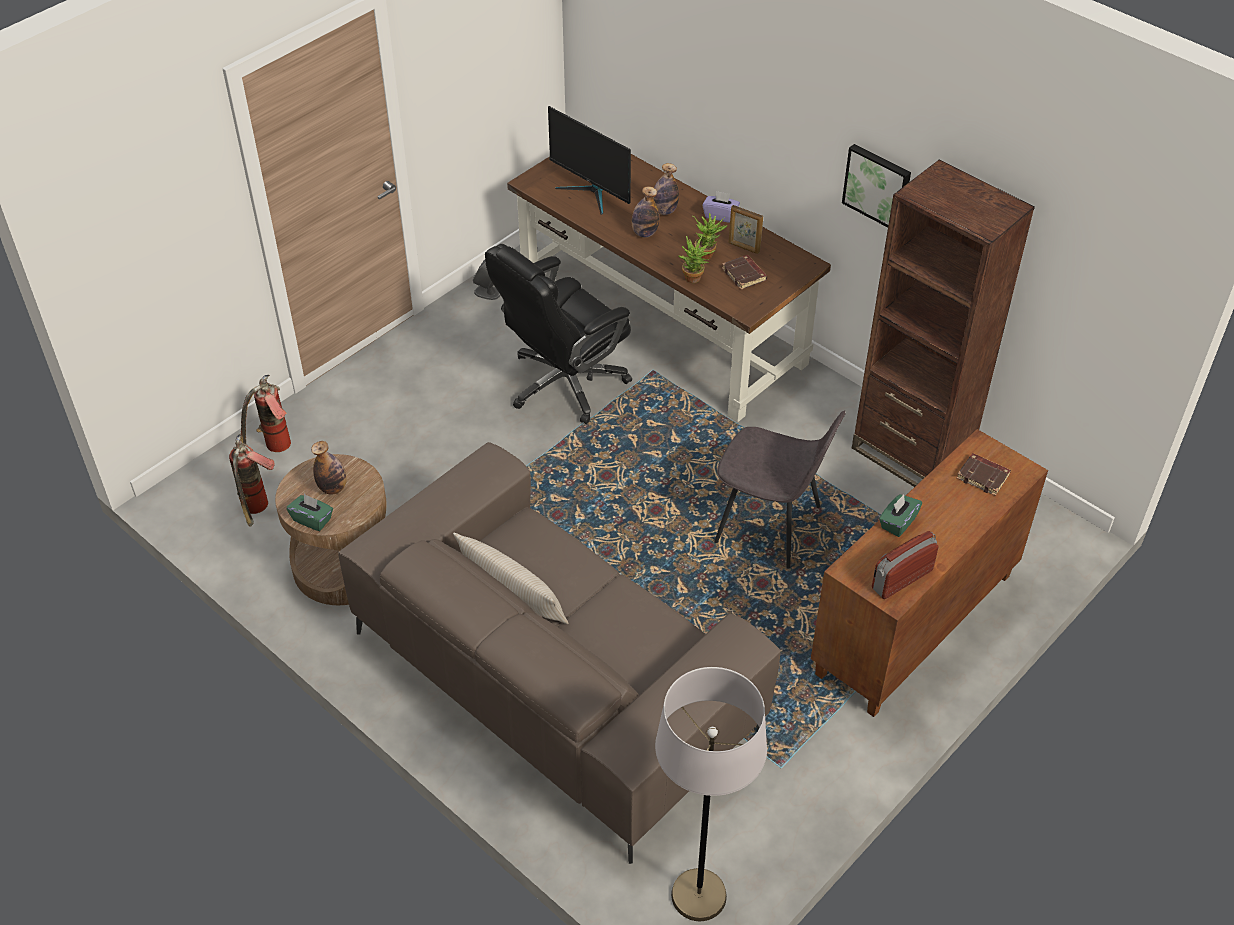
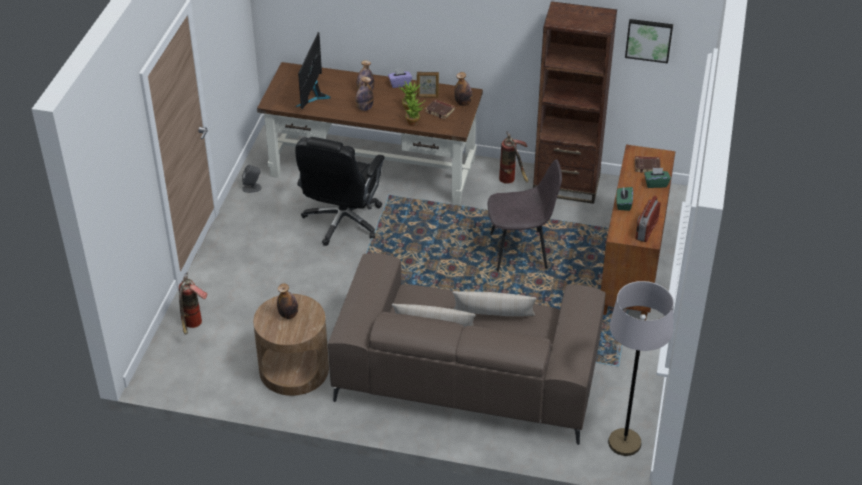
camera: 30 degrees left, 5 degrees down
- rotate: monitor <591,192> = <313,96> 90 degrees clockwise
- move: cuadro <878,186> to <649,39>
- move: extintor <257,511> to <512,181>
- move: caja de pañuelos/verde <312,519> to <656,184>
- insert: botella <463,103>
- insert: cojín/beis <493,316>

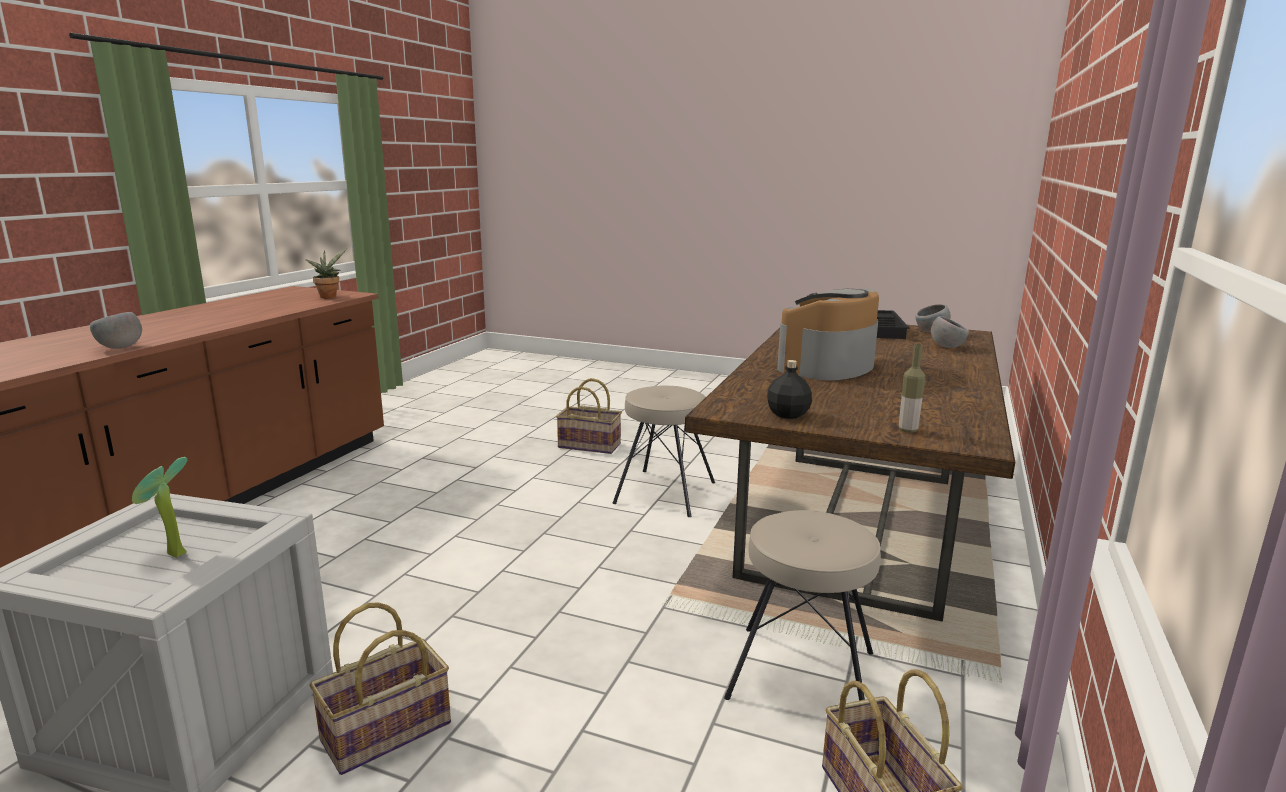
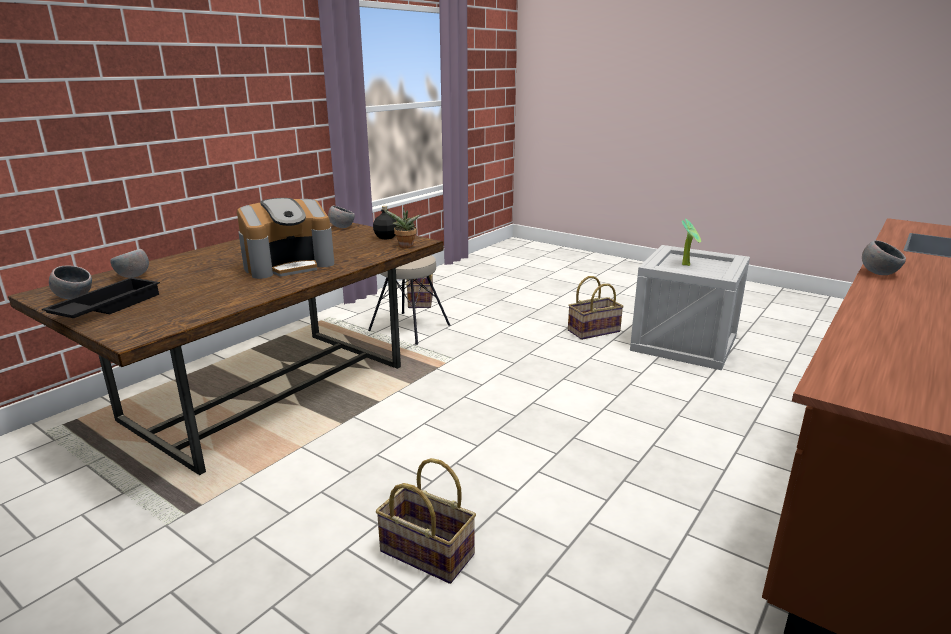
camera: 165 degrees left, 5 degrees up
- move: planta en maceta <329,296> to <405,246>
- replace: botella <907,430> to cuenco/gris <342,227>
- delete: taburete/beis <664,492>

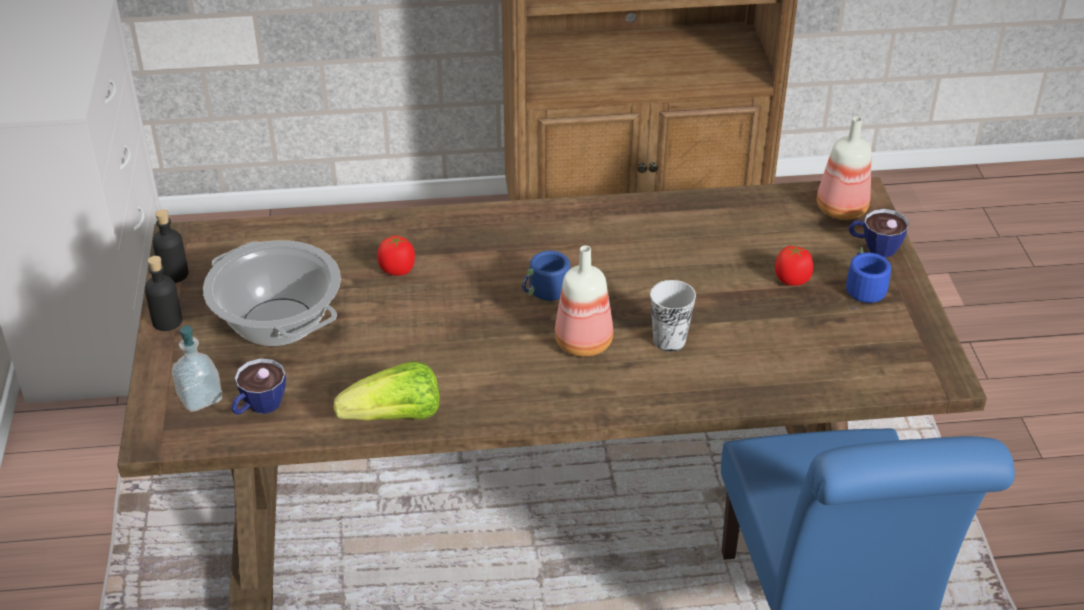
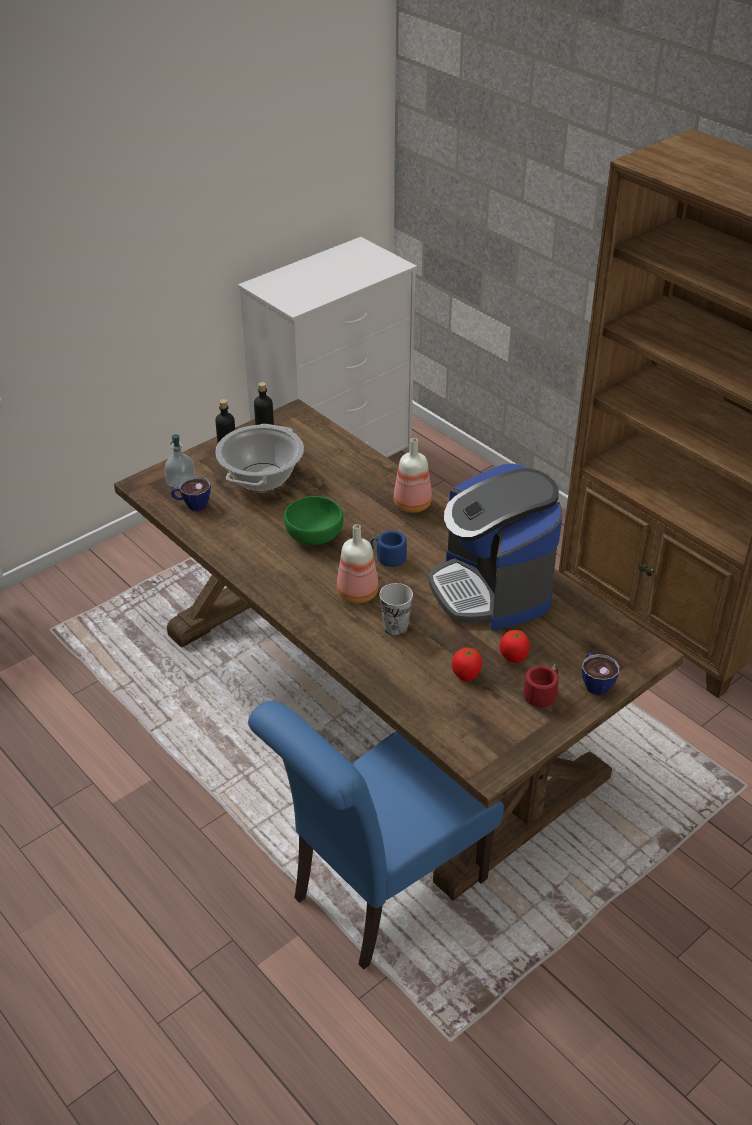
camera: 55 degrees right, 0 degrees up
- move: botella <840,209> to <411,504>
- move: tomate <397,270> to <466,675>
- recolor: taza grande/azul <861,289> to taza grande/rojo <540,693>
- delete: lechuga <395,417>
- insert: cafetera <491,589>
- insert: cuenco/verde <313,534>

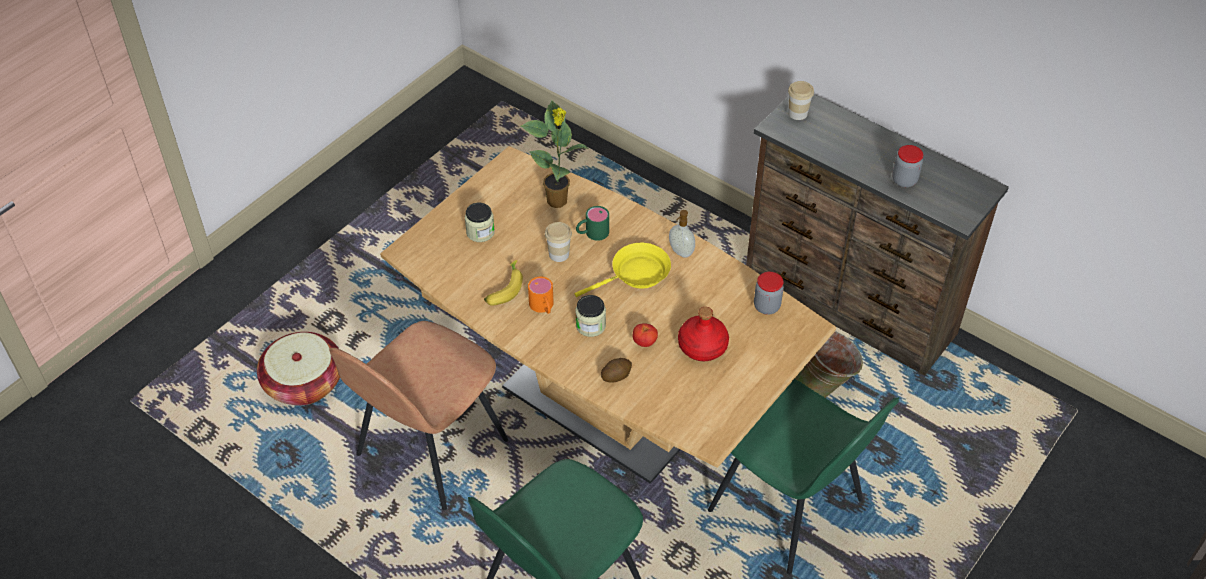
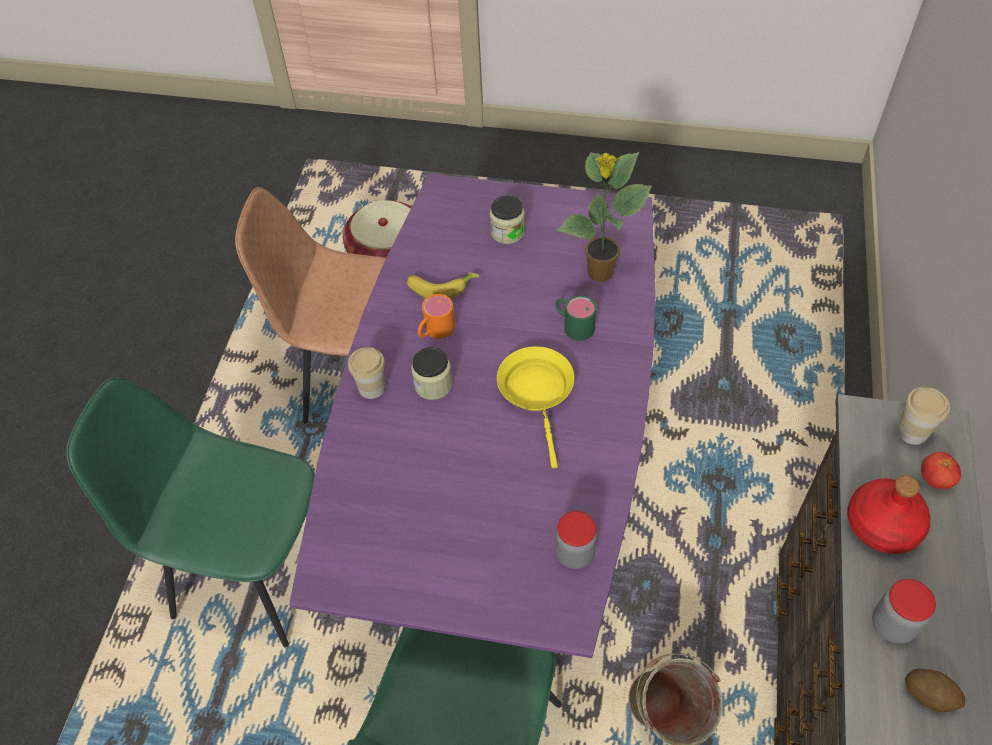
camera: 65 degrees right, 5 degrees up
- recolor: mesa de comedor/marrón <603,405> to mesa de comedor/morado <502,495>
- delete: dispensador de jabón <680,252>
- move: taza <559,254> to <371,387>
- rotate: sartén/amarillo <636,274> = <537,393> 135 degrees counterclockwise
- move: botella/rojo <702,347> to <882,525>
- move: tomate <644,342> to <935,479>
- move: patata <616,375> to <929,695>

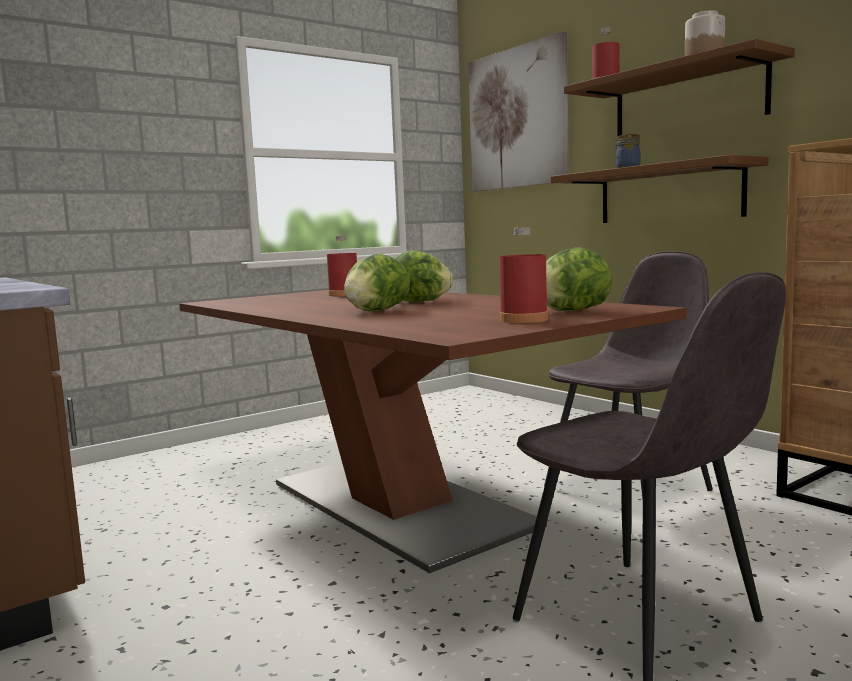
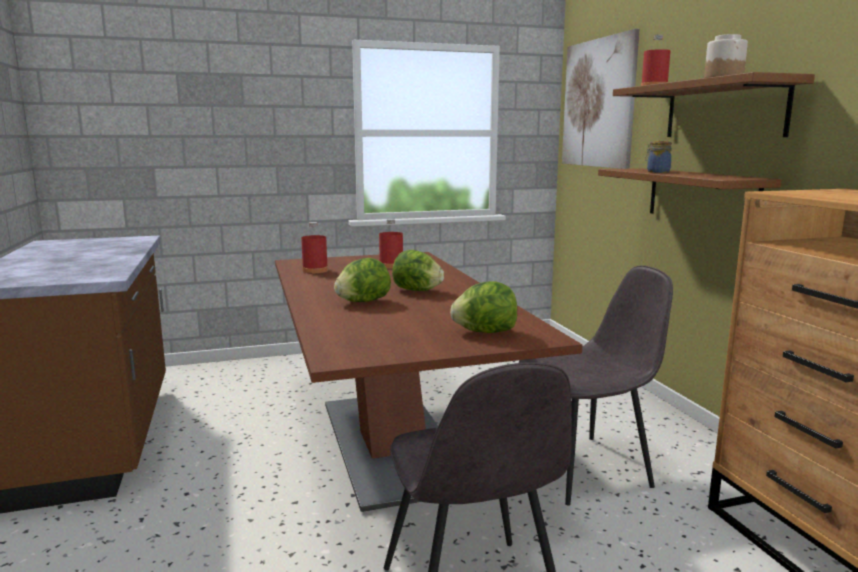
camera: 20 degrees right, 5 degrees up
- move: botella/rojo <523,320> to <315,270>

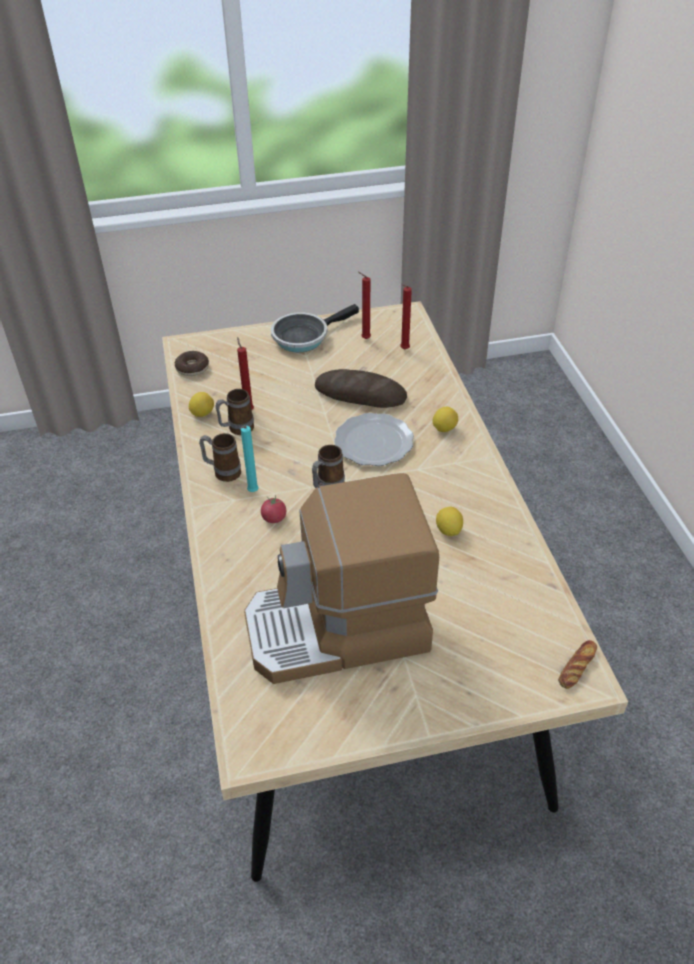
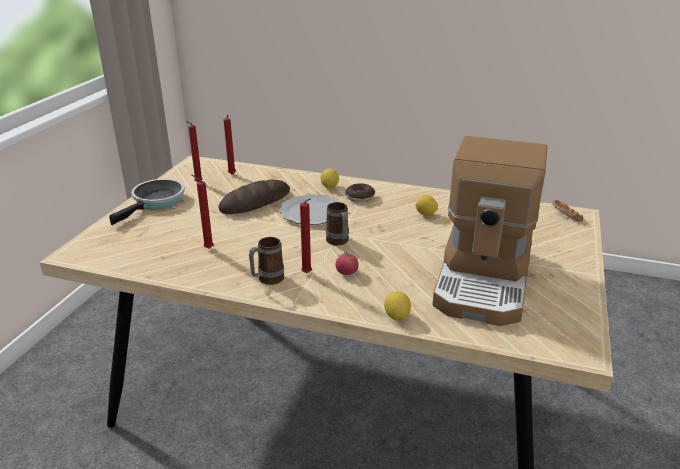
camera: 60 degrees left, 15 degrees down
- rotate: sartén <304,336> = <156,202> 150 degrees counterclockwise
- move: rosquilla <192,368> to <360,197>
- delete: taza grande <236,429>
- move: limón <202,413> to <397,316>
- recolor: vela/turquesa <252,492> to vela/rojo <307,274>

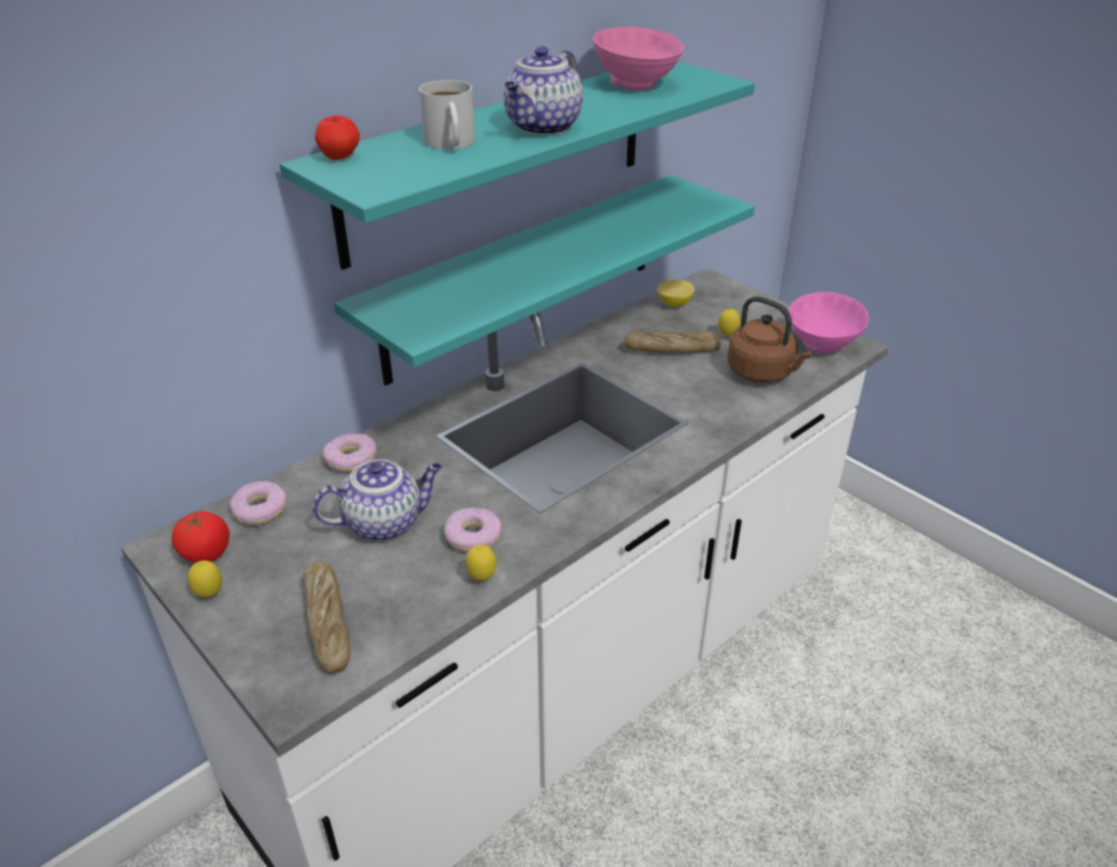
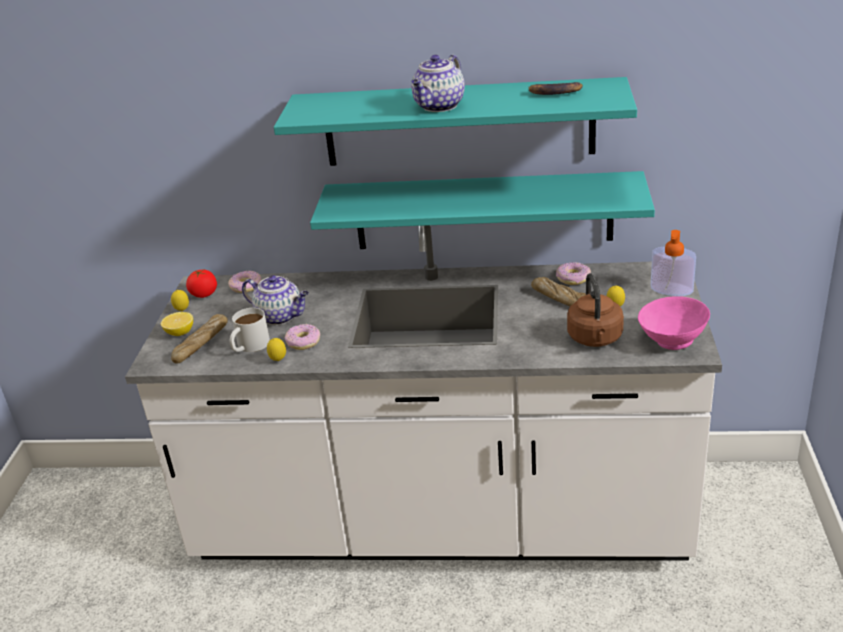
camera: 50 degrees right, 5 degrees down
- replace: cuenco/rosa <635,85> to plátano <554,93>
- rotate: tetera <543,127> = <439,106> 45 degrees counterclockwise
- move: taza grande/blanco <451,144> to <249,346>
- delete: manzana <340,157>
- move: limón <674,304> to <180,333>
- move: rosquilla <351,459> to <573,278>
- insert: dispensador de jabón <671,289>

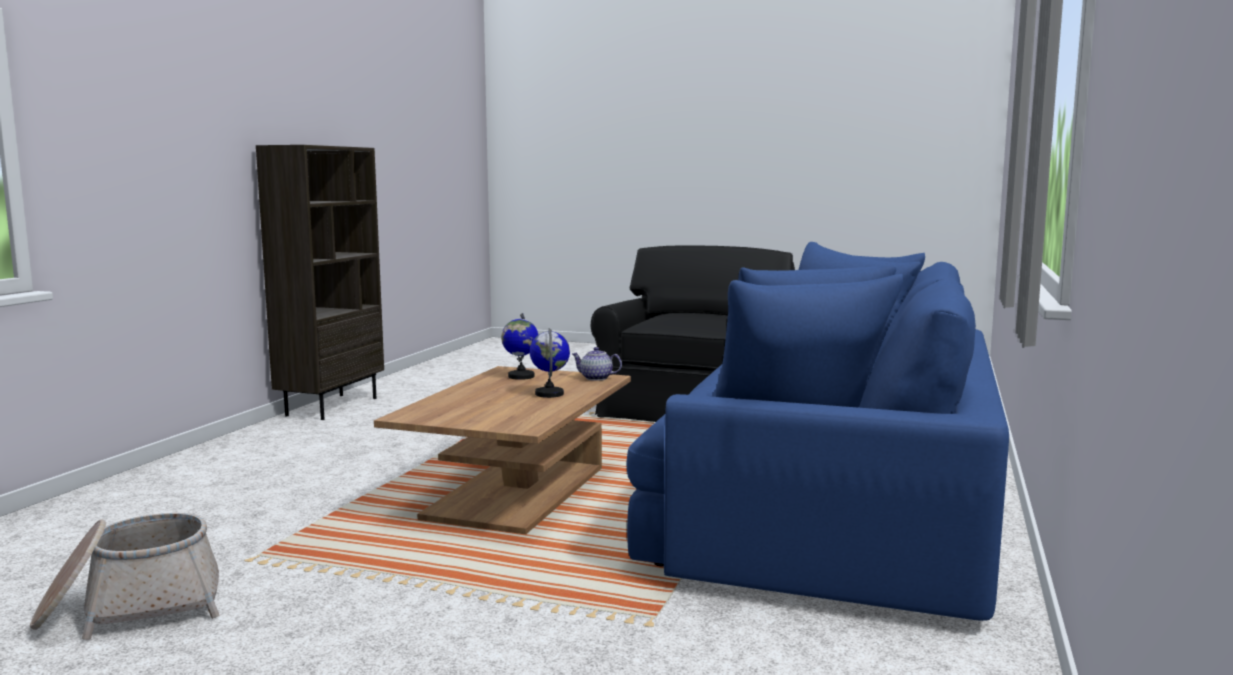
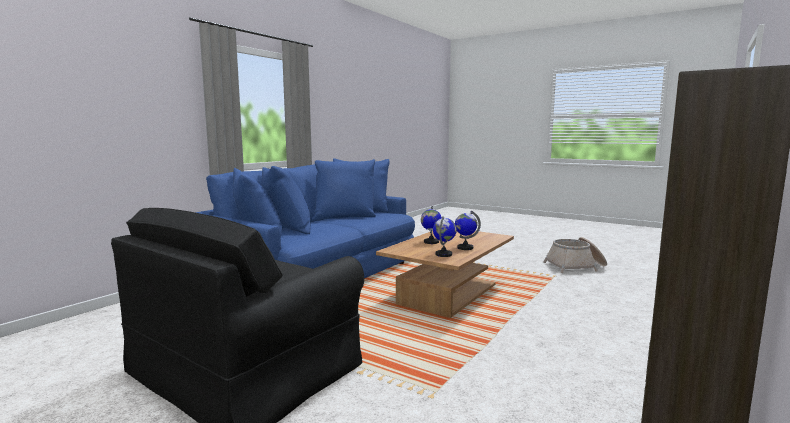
camera: 165 degrees left, 0 degrees up
- delete: tetera <595,378>
- insert: globo terráqueo <465,248>

